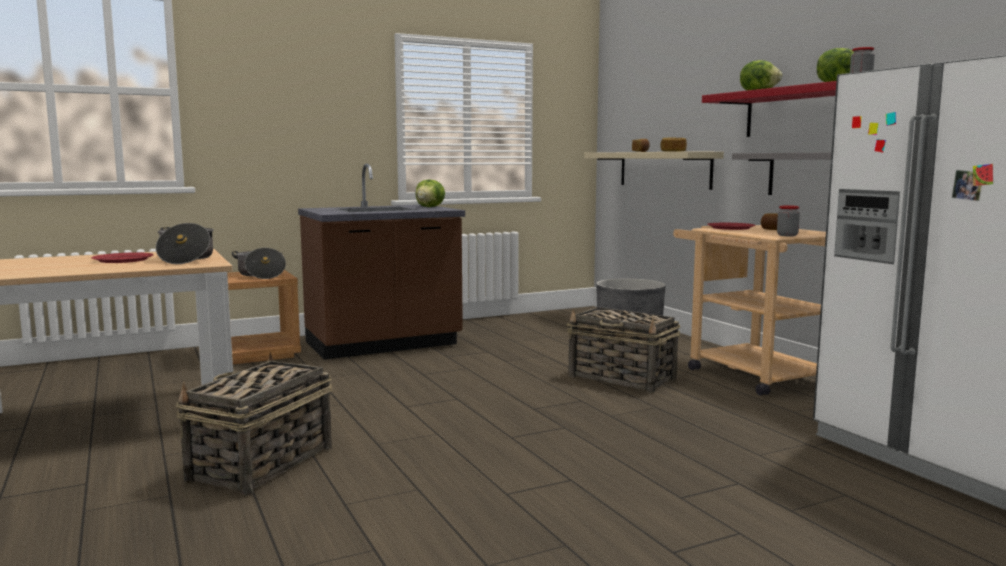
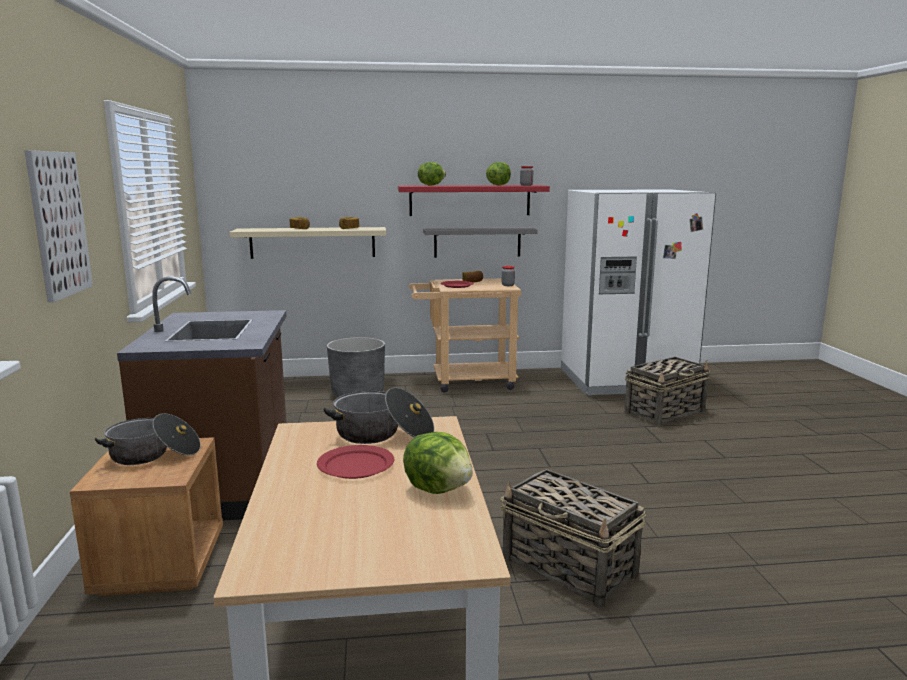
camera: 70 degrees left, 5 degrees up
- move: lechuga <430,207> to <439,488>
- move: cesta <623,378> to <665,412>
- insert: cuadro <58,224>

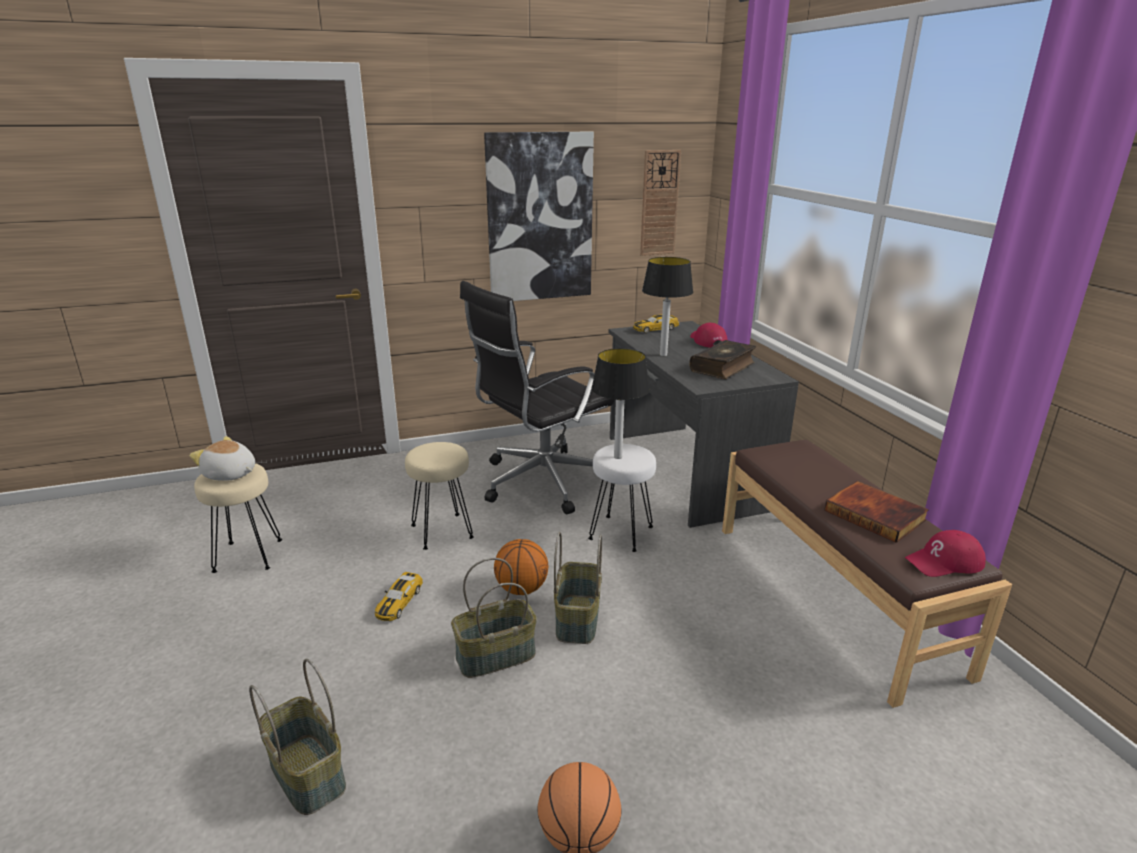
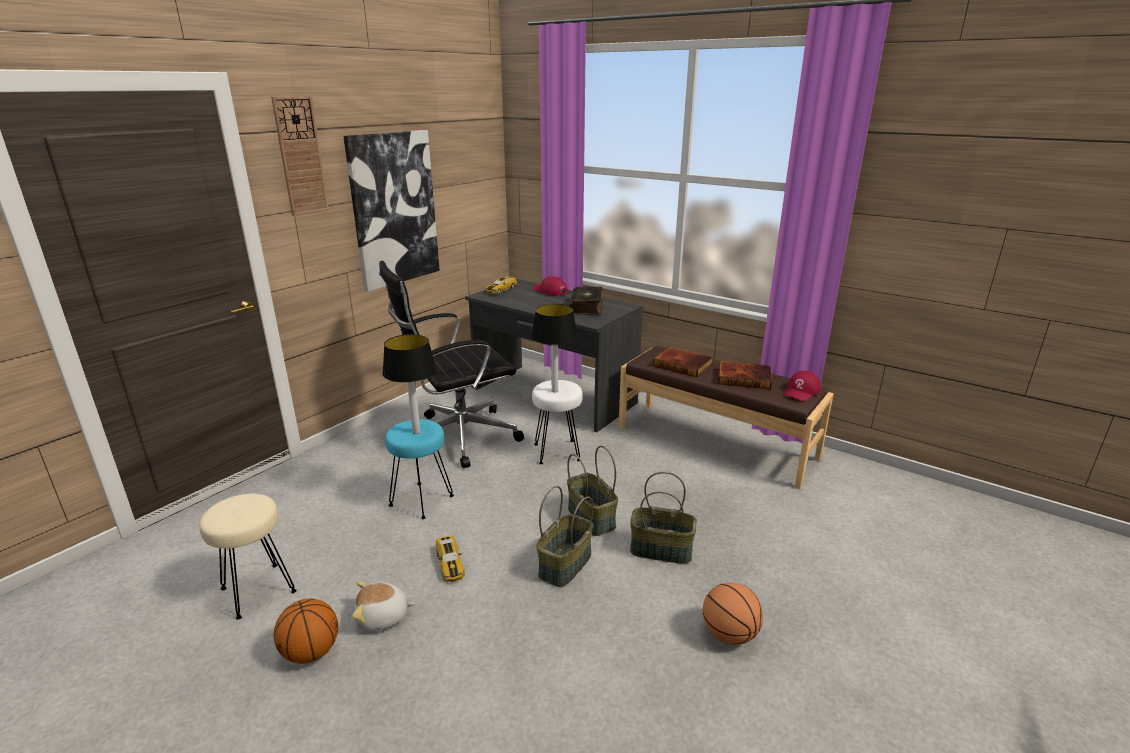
camera: 35 degrees left, 0 degrees up
- move: reloj de pared <659,203> to <300,156>
- move: lámpara de mesa <662,355> to <415,432>
- rotate: silla de oficina/negro <540,482> = <458,437> 45 degrees clockwise
- move: peluche <230,474> to <382,617>
- recolor: taburete/beis <443,531> to taburete/turquesa <422,500>
- move: balón de baloncesto <522,589> to <311,652>
- move: cesta <309,773> to <661,549>
- insert: libro <683,364>

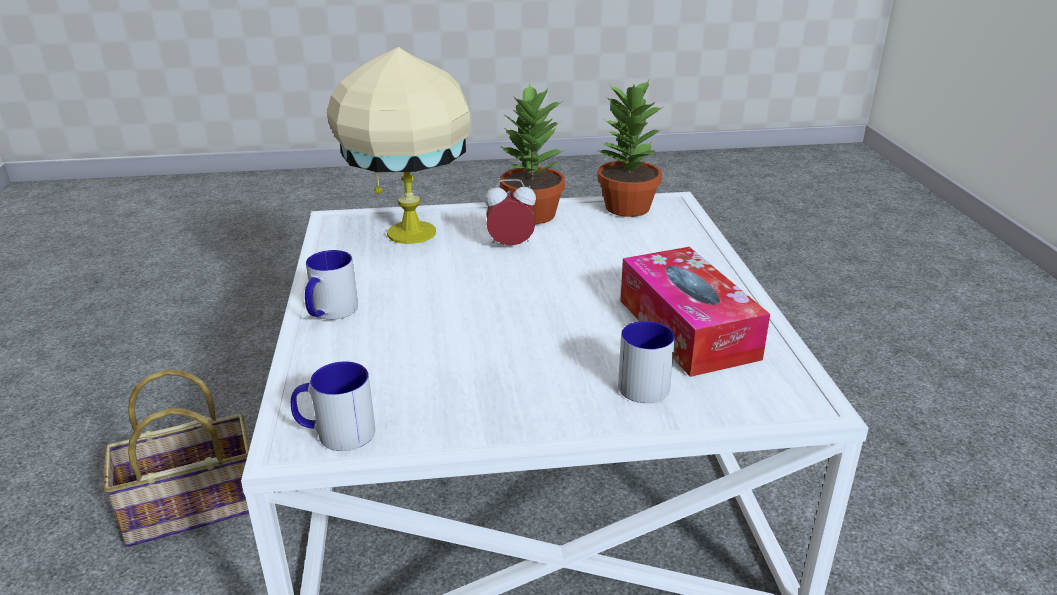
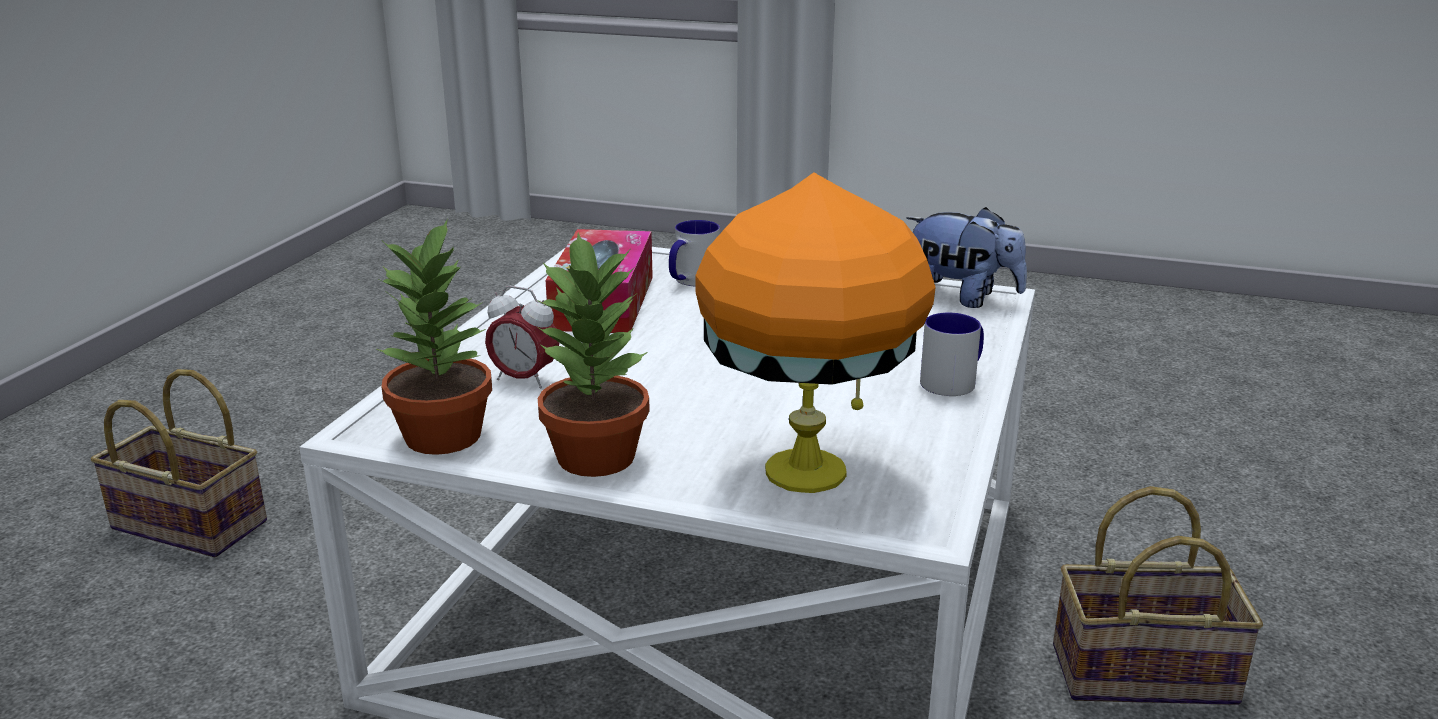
camera: 155 degrees left, 5 degrees down
- recolor: lámpara de mesa/beis <409,232> to lámpara de mesa/naranja <807,474>
- move: despertador <511,245> to <524,379>
- replace: taza grande <335,433> to peluche <961,298>
- insert: cesta <184,526>

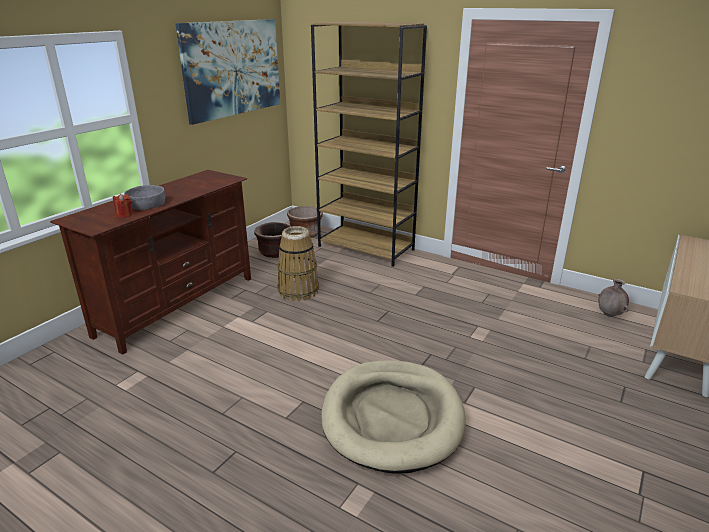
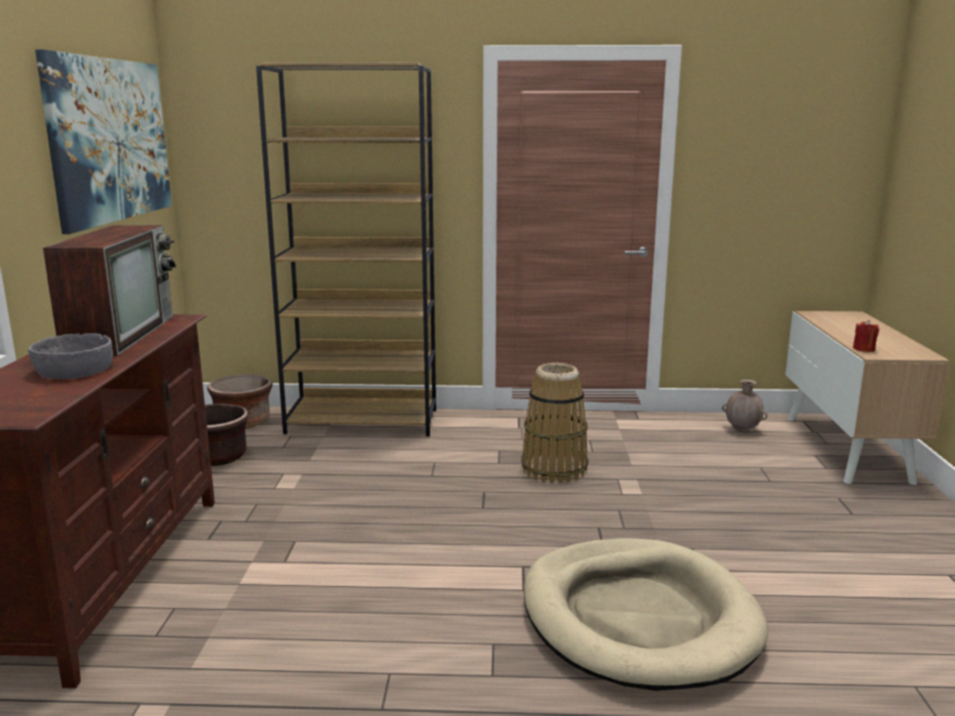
camera: 30 degrees left, 10 degrees down
- move: vela/rojo <124,215> to <863,349>
- move: cesta <298,291> to <554,469>
- insert: televisor <121,333>

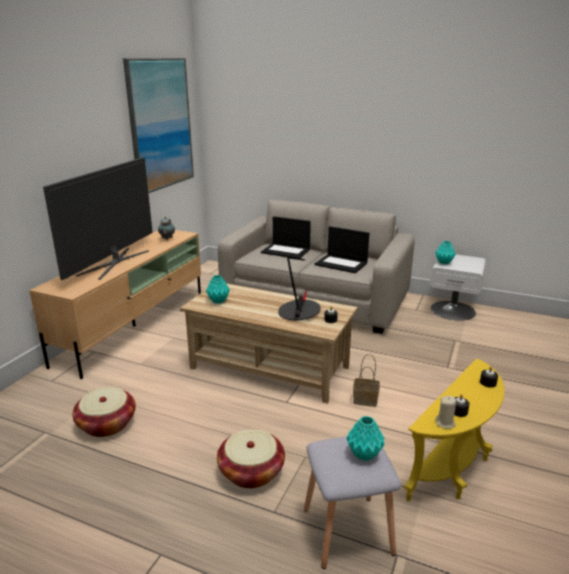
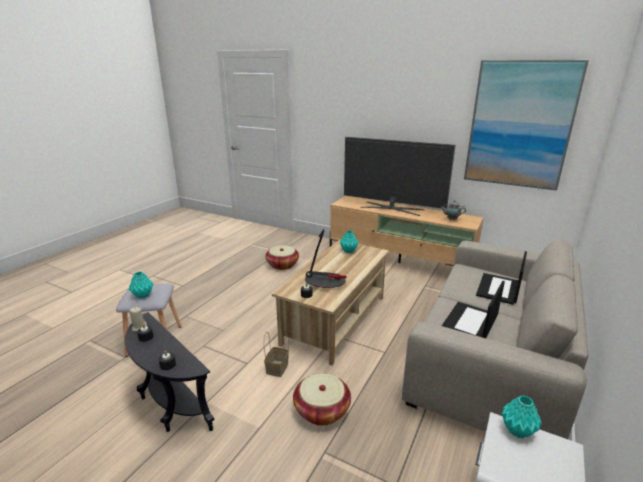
camera: 95 degrees right, 0 degrees up
- recolor: mesa auxiliar/amarillo <454,469> to mesa auxiliar/negro <170,404>
- move: cesta <251,472> to <321,410>

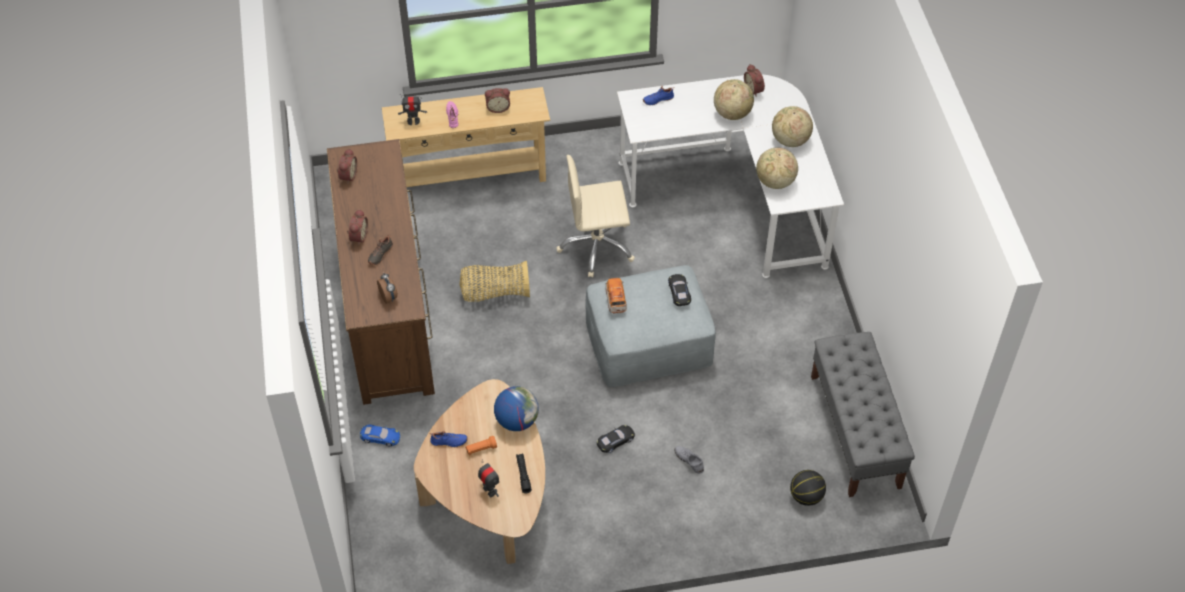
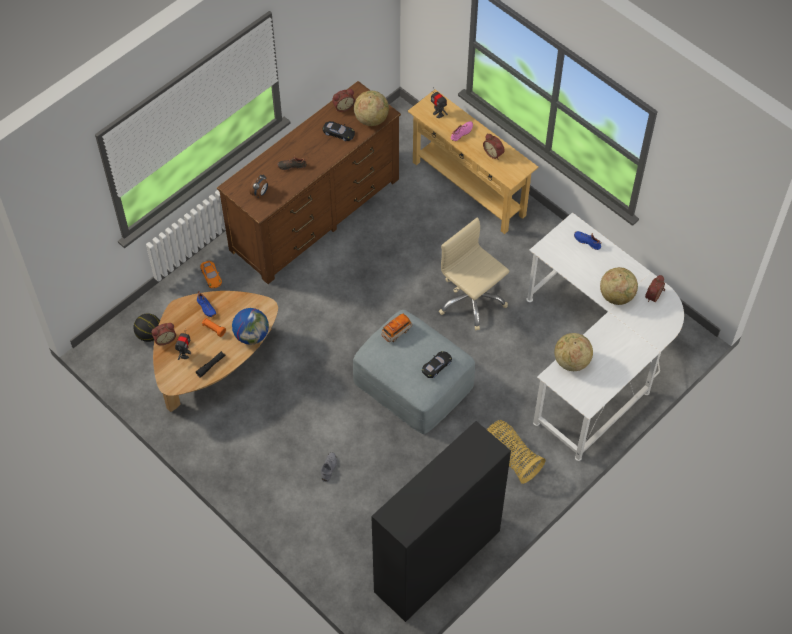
camera: 55 degrees right, 5 degrees up
- move: globo terráqueo <790,140> to <371,119>
- move: despertador <358,236> to <164,339>
- move: cesta <495,292> to <510,457>
- replace: banco/gris <855,431> to estantería/negro <437,562>
- recolor: coche de juguete/azul <380,437> to coche de juguete/naranja <211,276>
- move: coche de juguete/negro <615,440> to <338,133>
- move: balón de baloncesto <806,496> to <149,334>

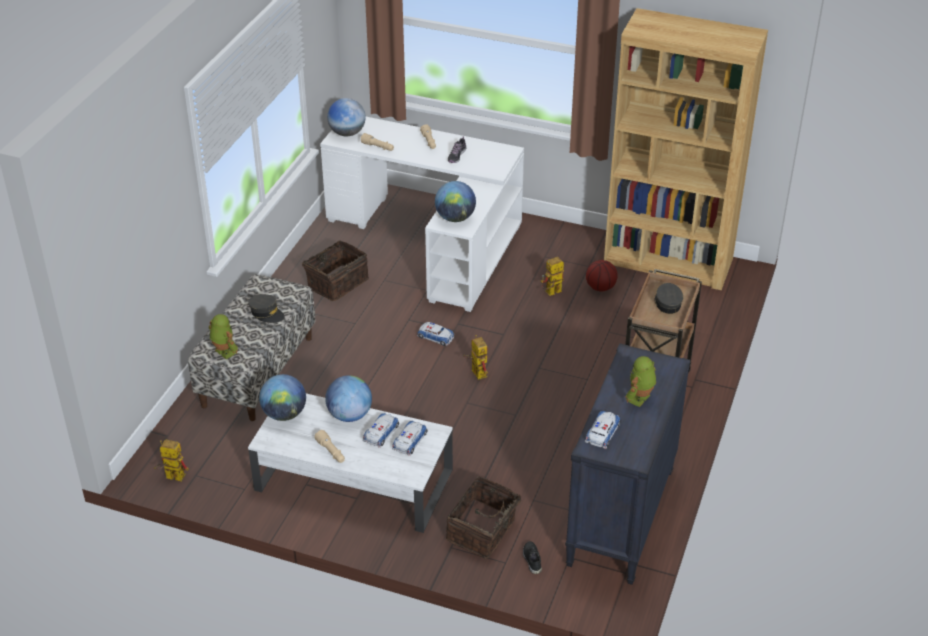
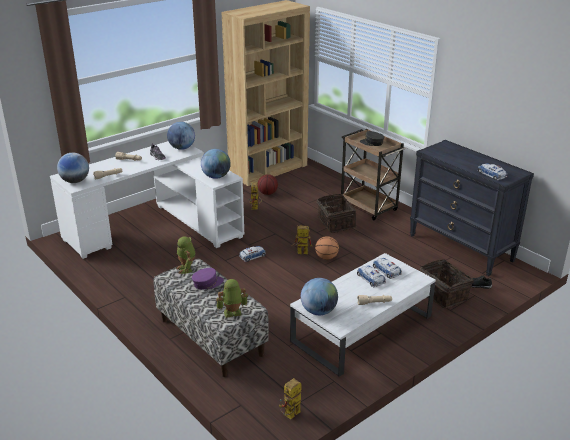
camera: 60 degrees left, 10 degrees down
- move: cesta <336,283> to <335,223>
- recolor: gorra/gris <266,313> to gorra/morado <207,283>
- move: robot de juguete <640,399> to <186,269>
- move: globo terráqueo <349,415> to <182,148>
- insert: balón de baloncesto <326,258>

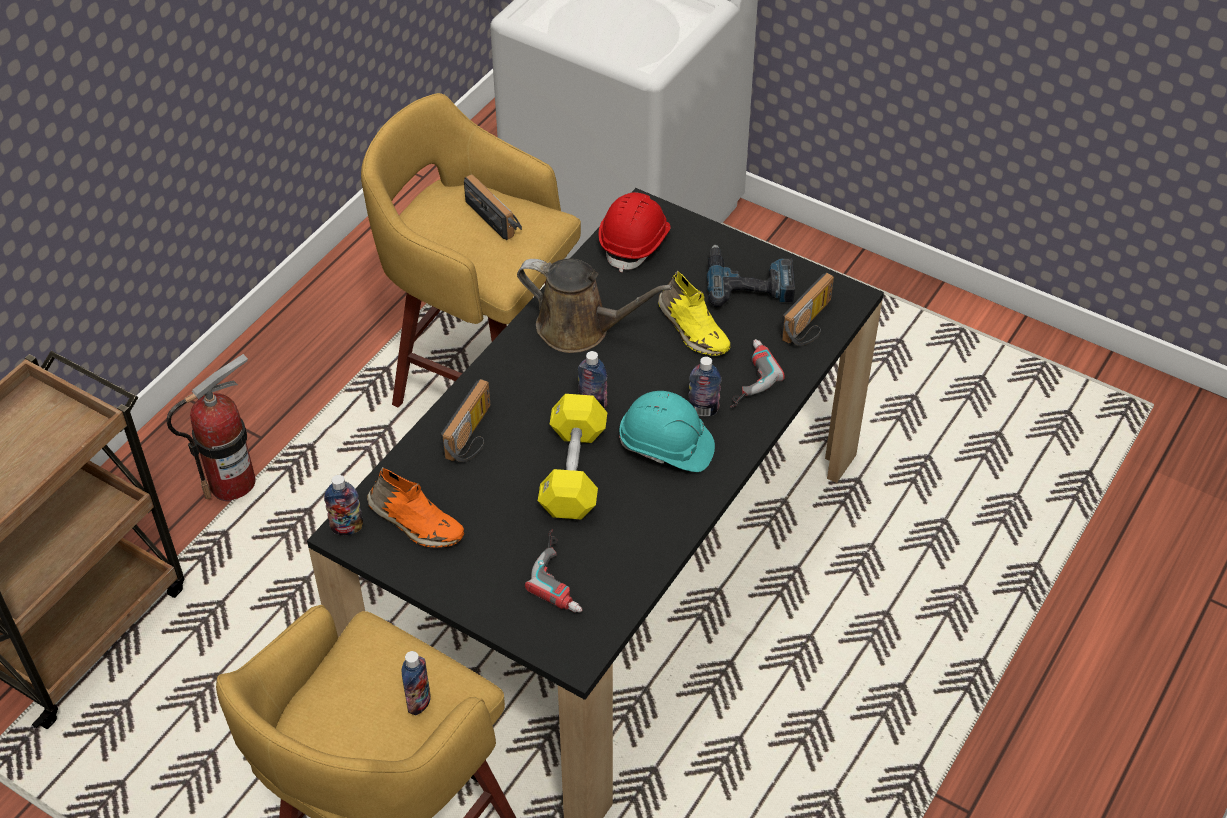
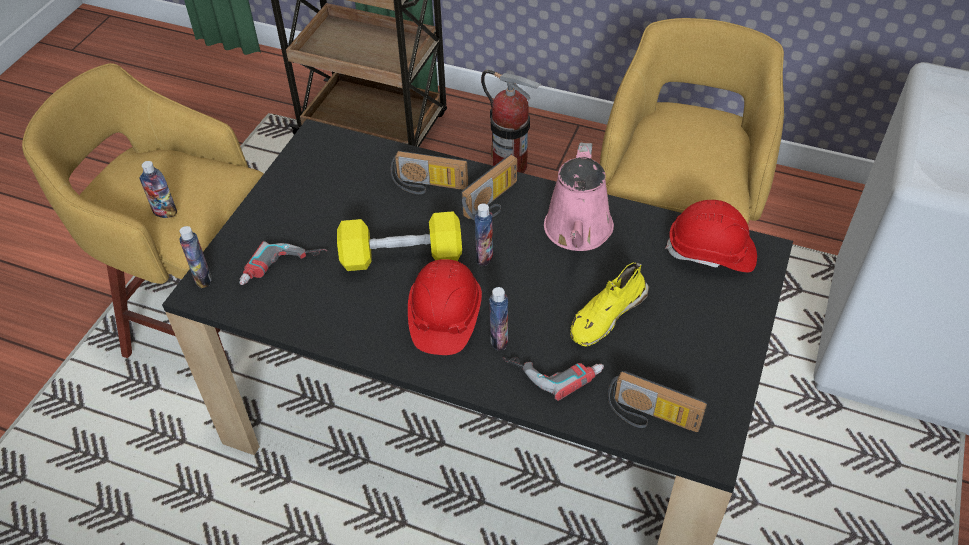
camera: 80 degrees right, 0 degrees up
- move: radio <497,217> to <493,203>
- delete: taladro <749,282>
- recolor: regadera/marrón <580,328> to regadera/rosa <578,232>
- recolor: casco/turquesa <666,447> to casco/rojo <444,317>
- delete: zapato/naranja <415,522>
- move: botella <347,528> to <203,278>

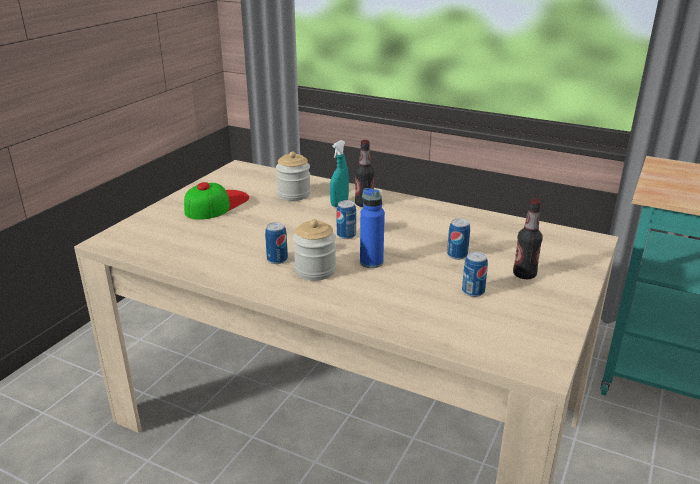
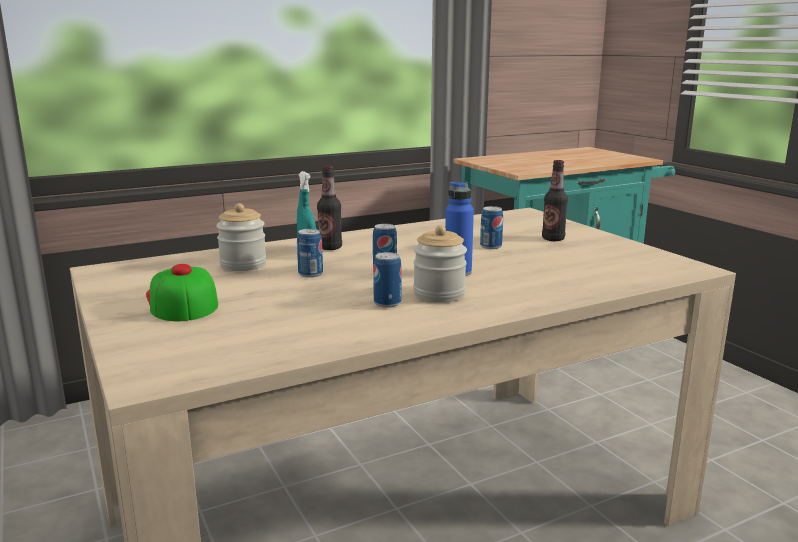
camera: 55 degrees left, 10 degrees down
- move: lata <473,291> to <310,274>

